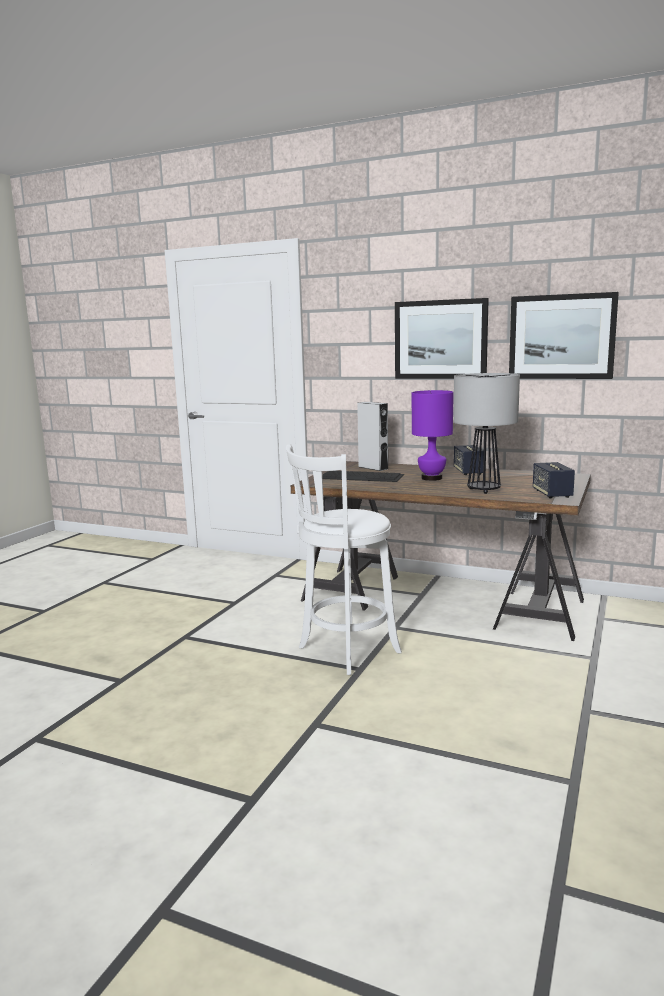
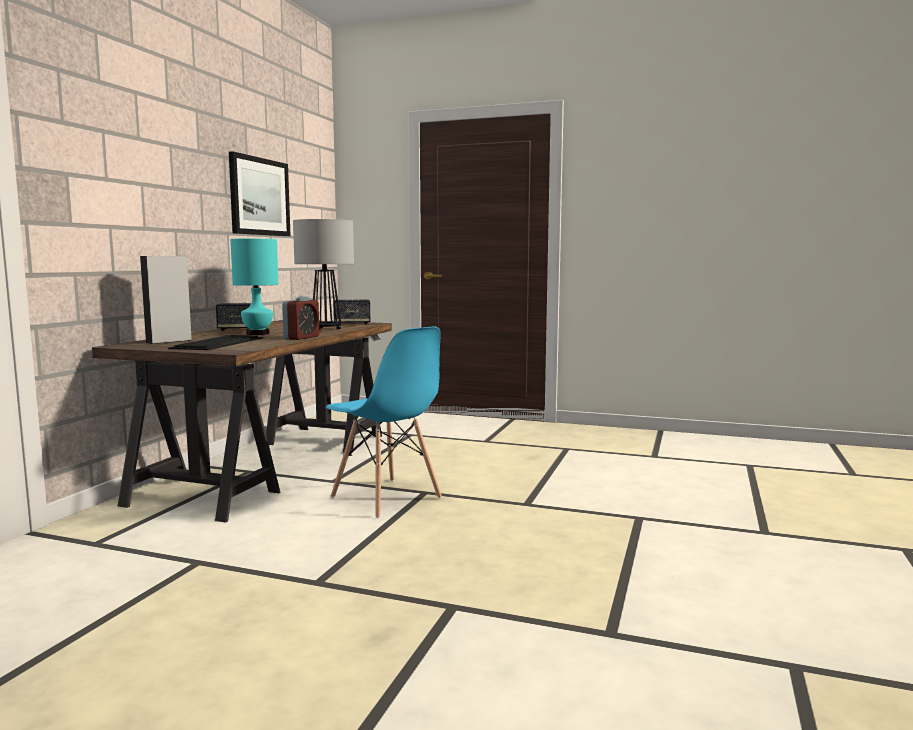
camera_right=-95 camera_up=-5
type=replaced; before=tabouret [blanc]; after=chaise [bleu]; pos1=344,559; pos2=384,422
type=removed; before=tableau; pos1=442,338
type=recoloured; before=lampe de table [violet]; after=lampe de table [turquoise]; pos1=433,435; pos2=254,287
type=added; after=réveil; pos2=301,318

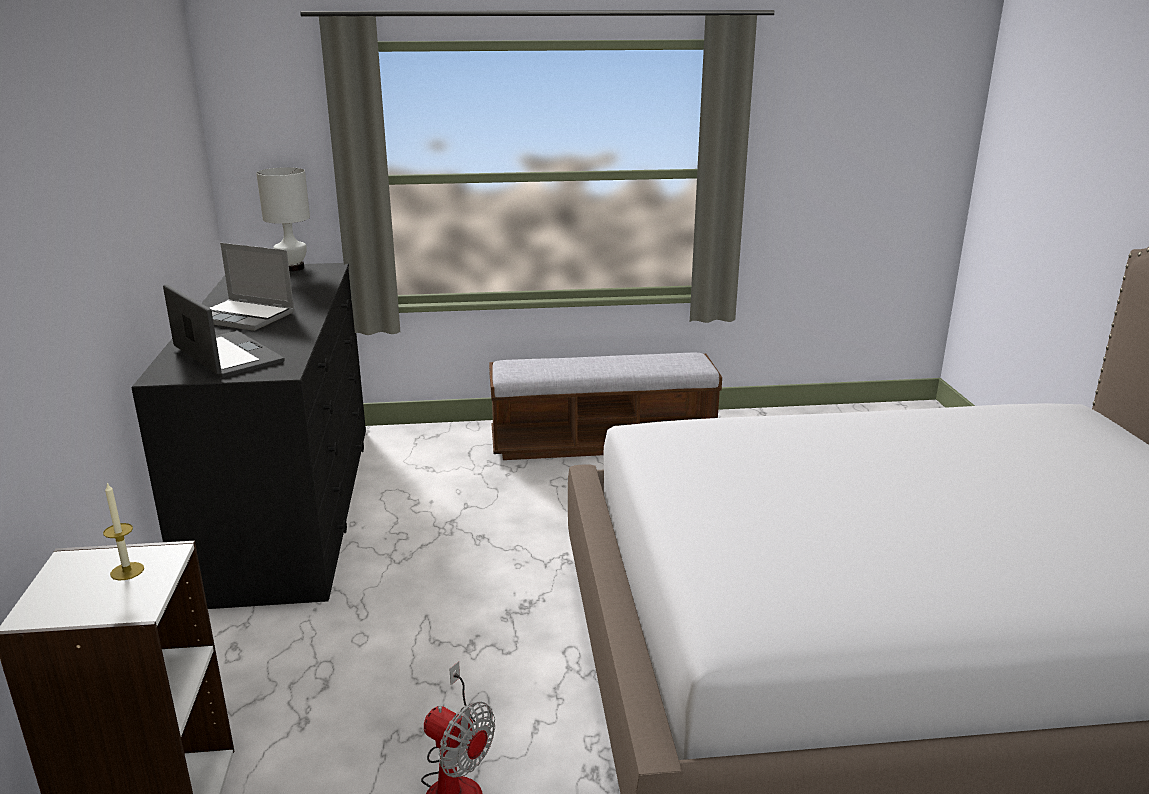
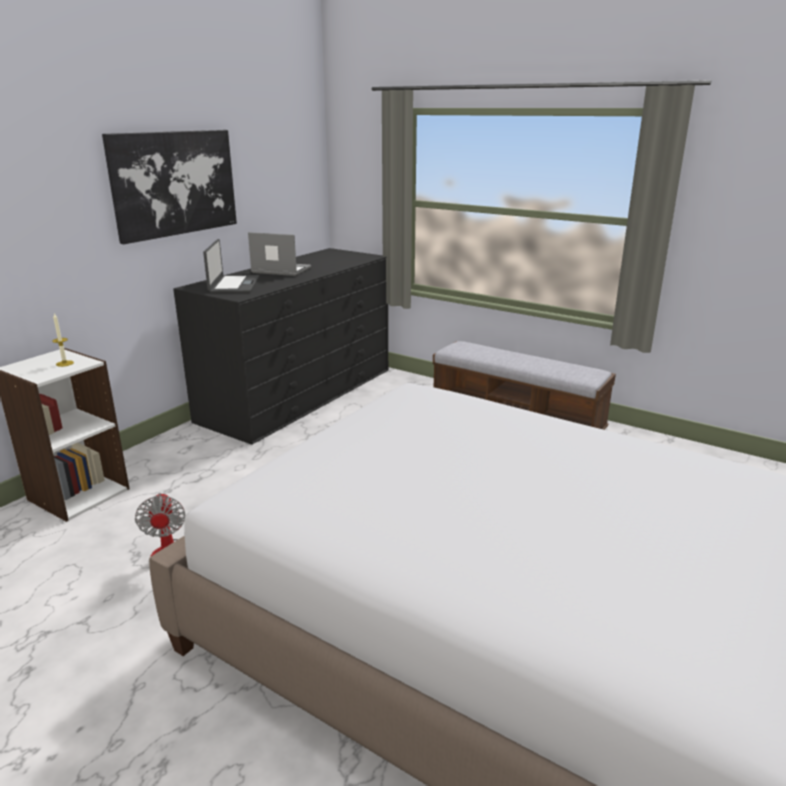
camera_right=40 camera_up=0
type=turned; before=ordinateur portable; pos1=252,287; pos2=279,254; turn=135
type=removed; before=lampe de table [blanc]; pos1=283,219
type=added; after=tableau; pos2=169,187

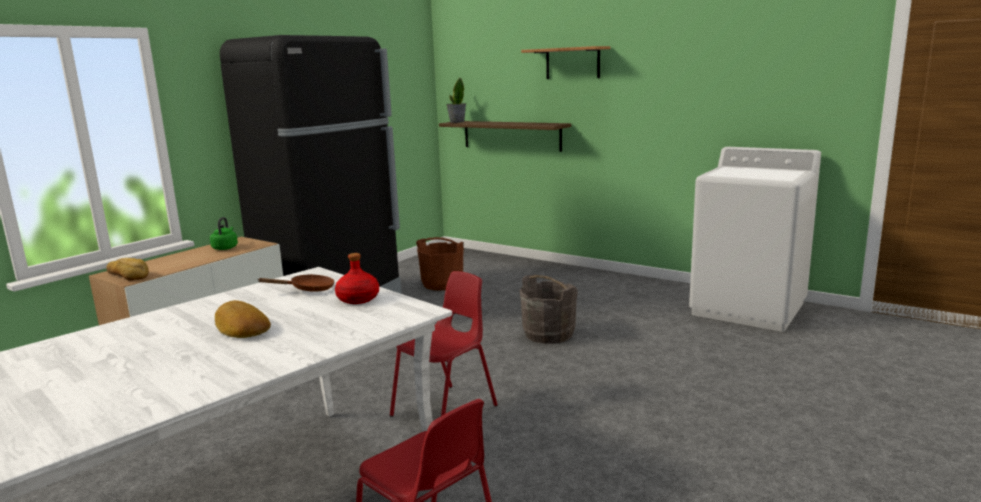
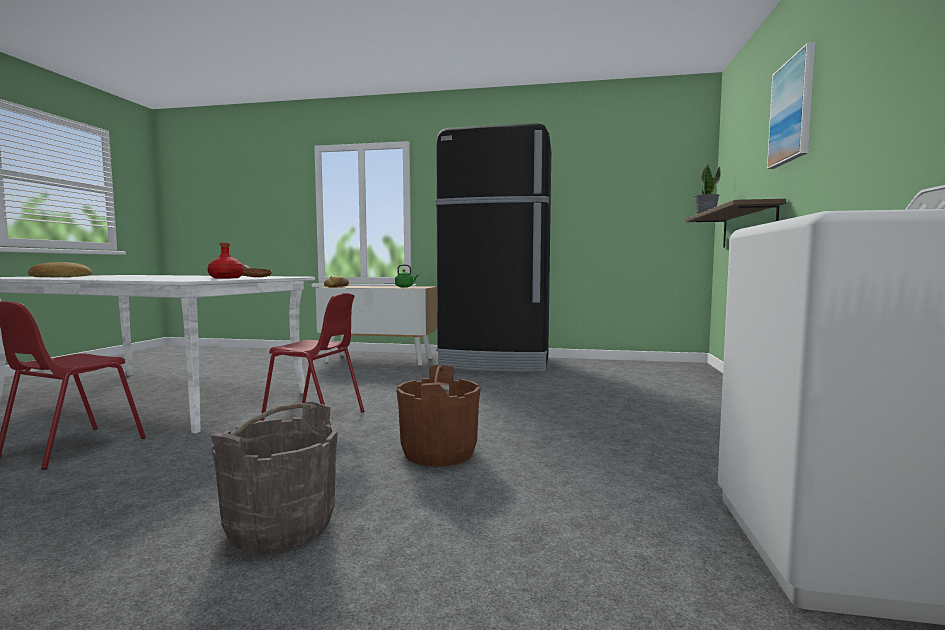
camera_right=65 camera_up=-10
type=moved; before=pain; pos1=243,319; pos2=60,269
type=moved; before=seau [marron]; pos1=440,263; pos2=438,416
type=moved; before=seau [gris]; pos1=548,309; pos2=274,477
type=replaced; before=étagère; after=tableau; pos1=566,62; pos2=791,105

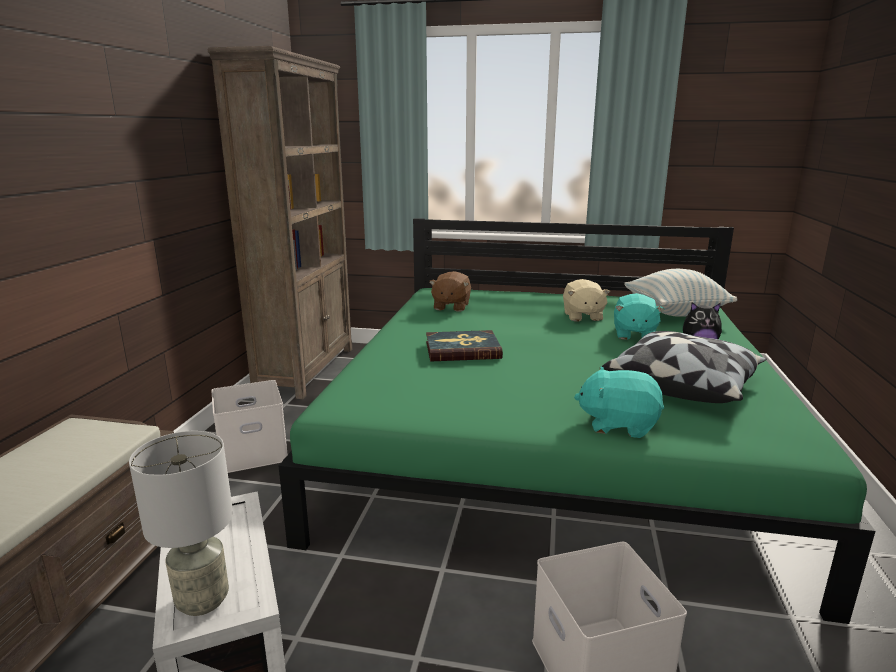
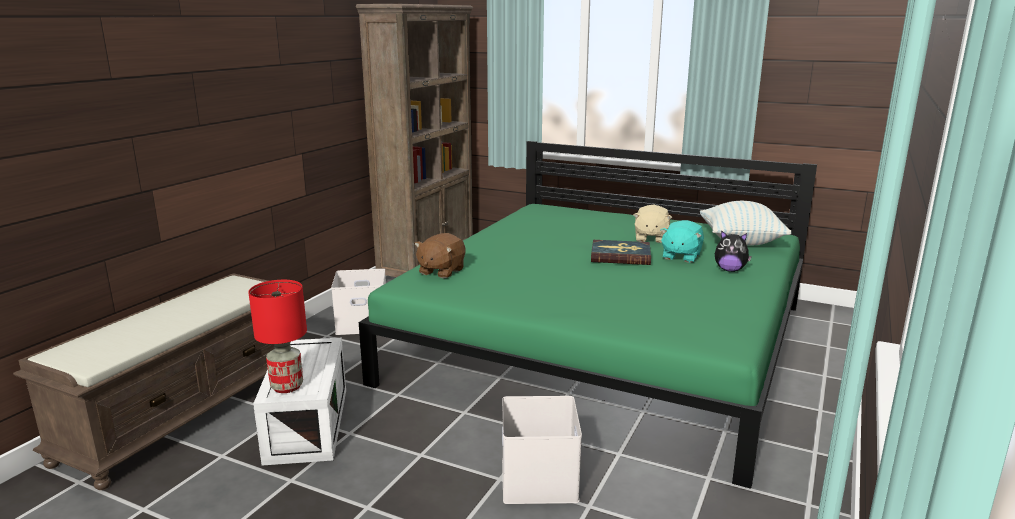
camera_right=15 camera_up=0
type=recoloured; before=lampe de table [gris]; after=lampe de table [rouge]; pos1=181,523; pos2=277,336
type=moved; before=livre; pos1=464,346; pos2=621,252
type=moved; before=peluche [marron]; pos1=450,291; pos2=440,255
type=removed; before=peluche [turquoise]; pos1=619,402
type=removed; before=coussin; pos1=684,367

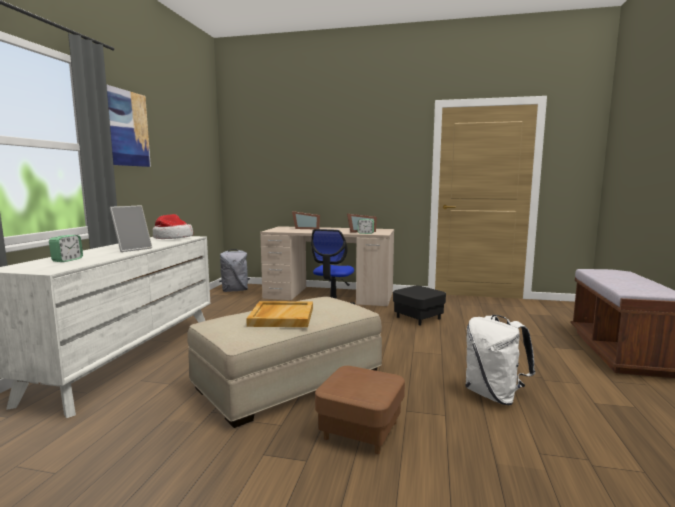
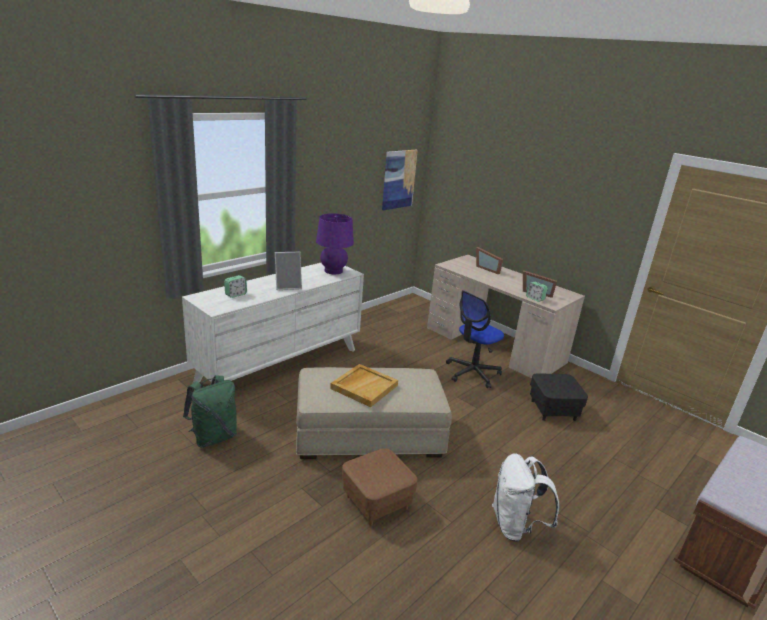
camera_right=30 camera_up=15
type=moved; before=tableau; pos1=128,126; pos2=400,180
type=replaced; before=chapeau; after=lampe de table [violet]; pos1=173,226; pos2=335,243
type=removed; before=sac à dos [gris]; pos1=234,270
type=added; after=sac à dos [vert]; pos2=210,411

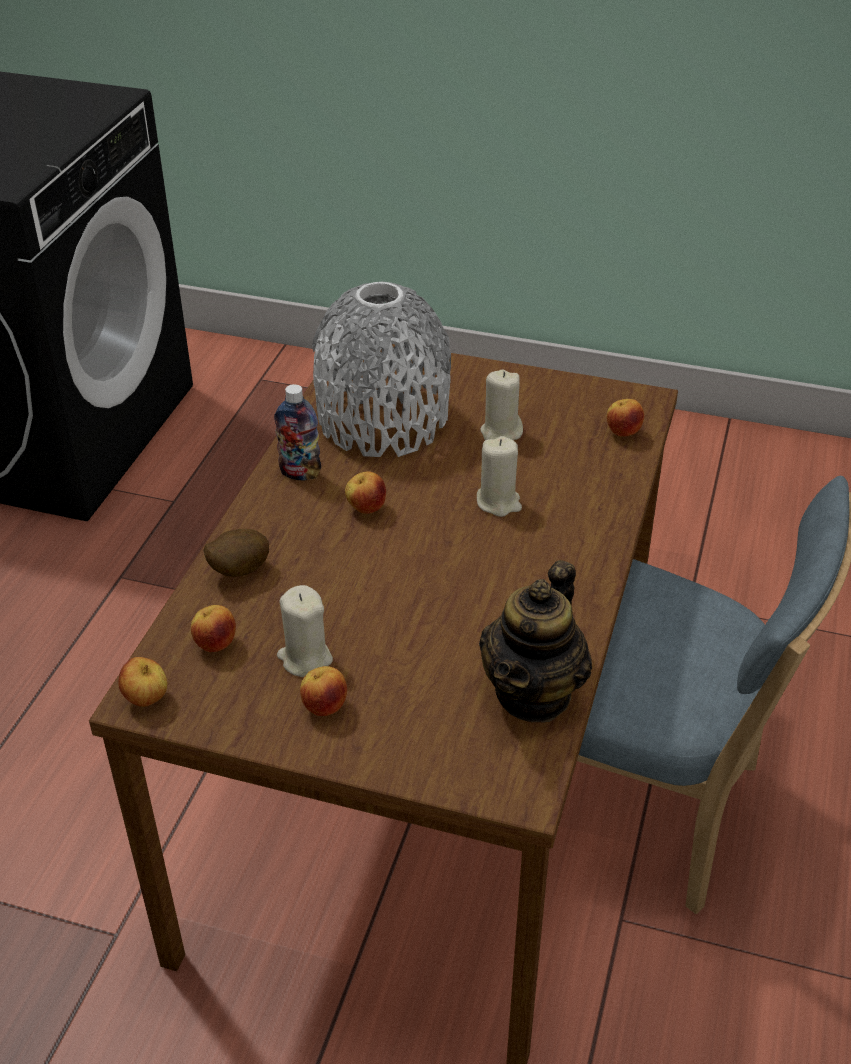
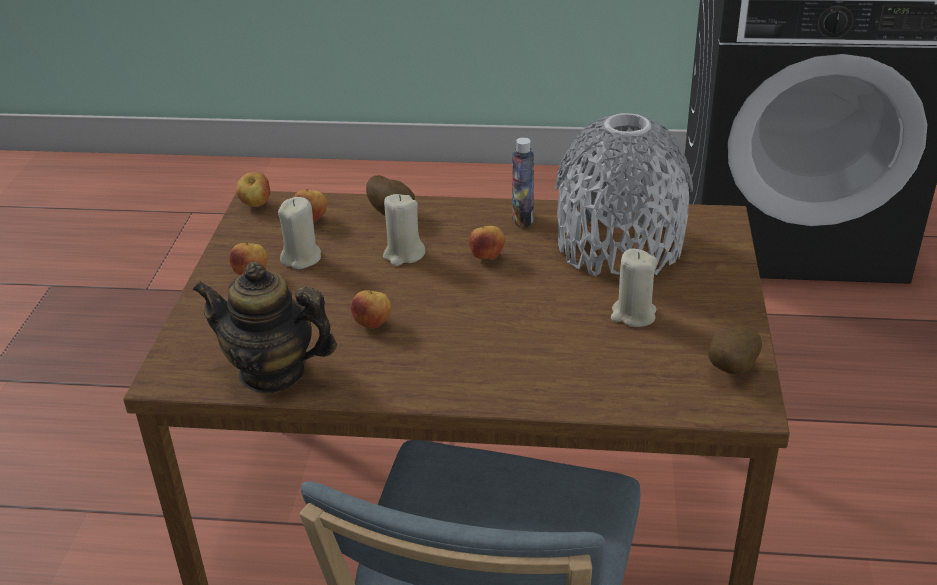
camera_right=80 camera_up=-5
type=moved; before=bougie [beige]; pos1=499,476; pos2=404,230
type=moved; before=pomme; pos1=625,418; pos2=371,309
type=added; after=pomme de terre; pos2=735,350

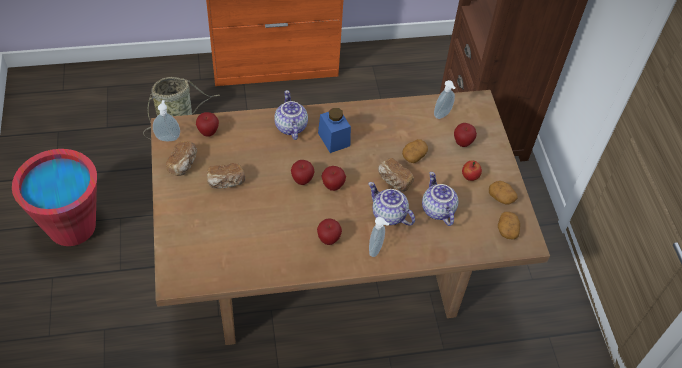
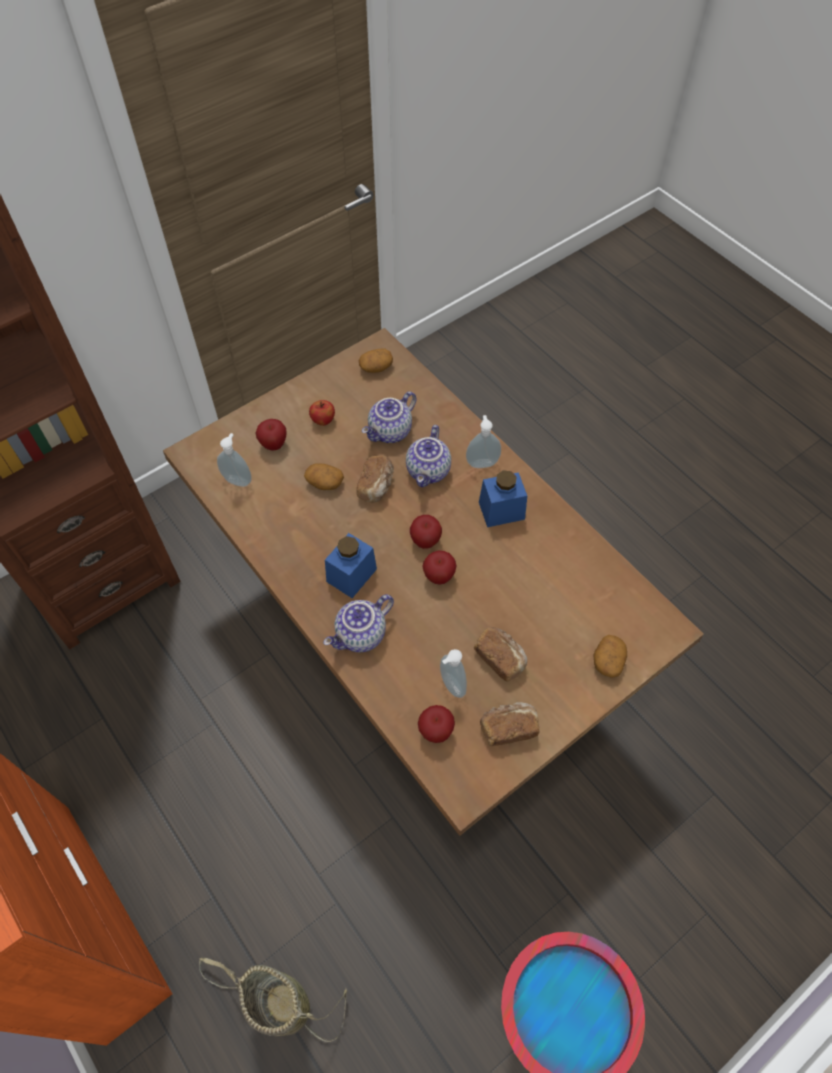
camera_right=-115 camera_up=5
type=moved; before=distributeur de savon; pos1=166,120; pos2=453,673
type=replaced; before=pomme; after=bocal [bleu]; pos1=329,231; pos2=503,498
type=moved; before=pomme de terre; pos1=503,192; pos2=610,656

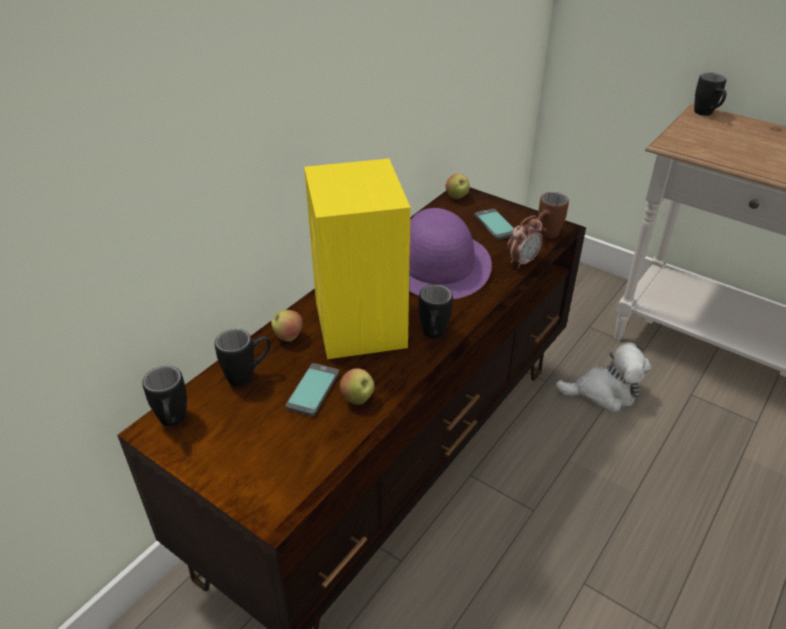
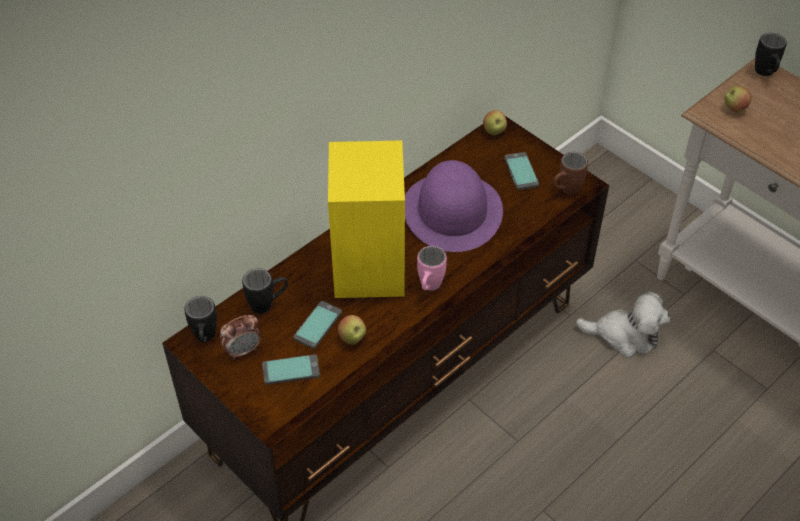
camera_right=10 camera_up=10
type=moved; before=pomme; pos1=287,326; pos2=738,99
type=recoloured; before=mug [noir]; after=mug [rose]; pos1=436,312; pos2=432,268
type=moved; before=réveil; pos1=525,241; pos2=240,337
type=added; after=téléphone; pos2=291,369

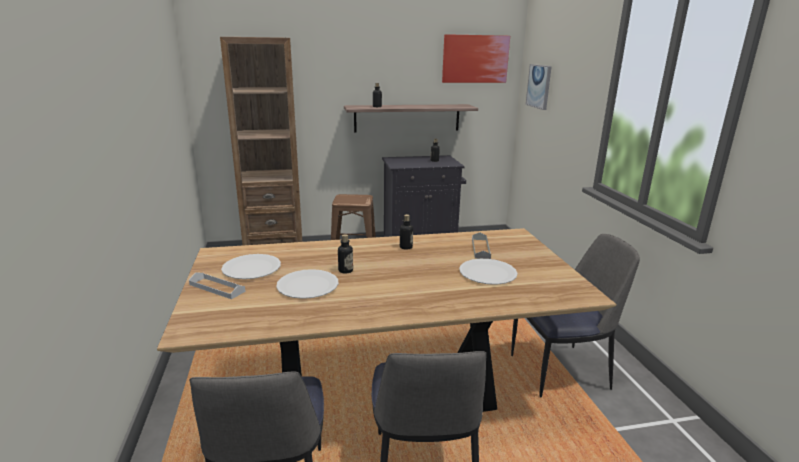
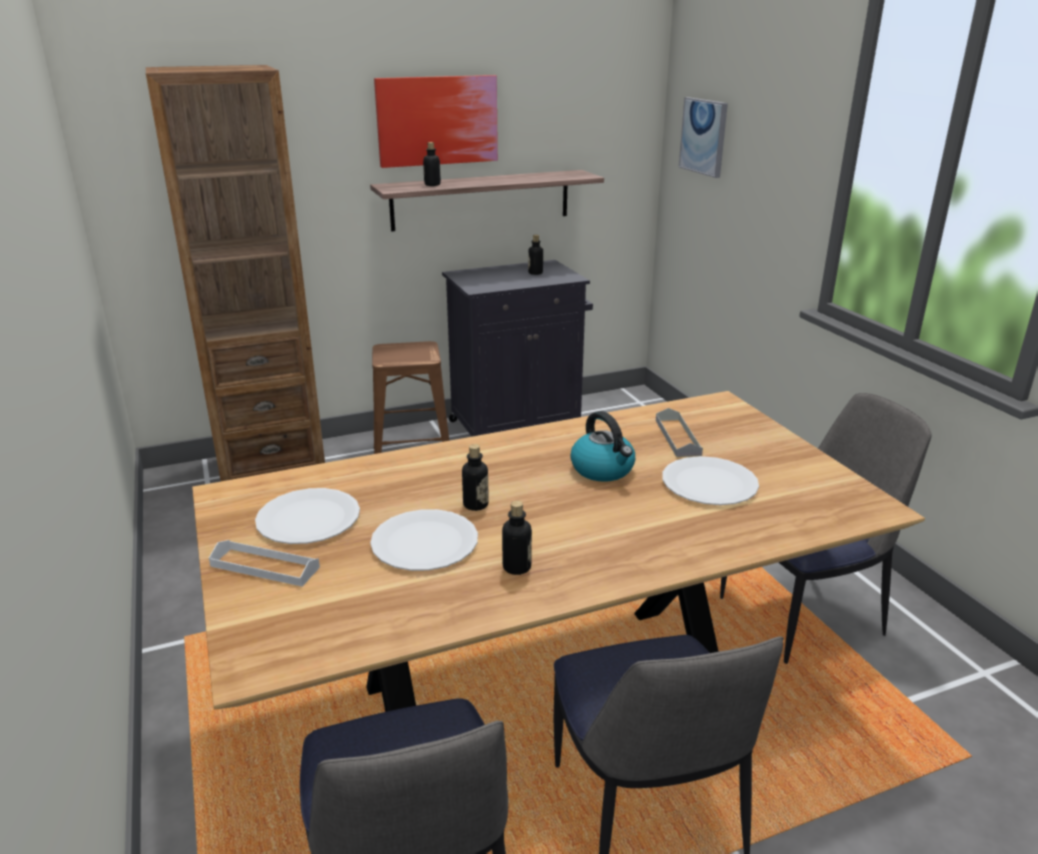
camera_right=-10 camera_up=5
type=moved; before=bouteille; pos1=406,232; pos2=517,538
type=moved; before=tableau; pos1=476,58; pos2=436,121
type=added; after=bouilloire; pos2=603,446

